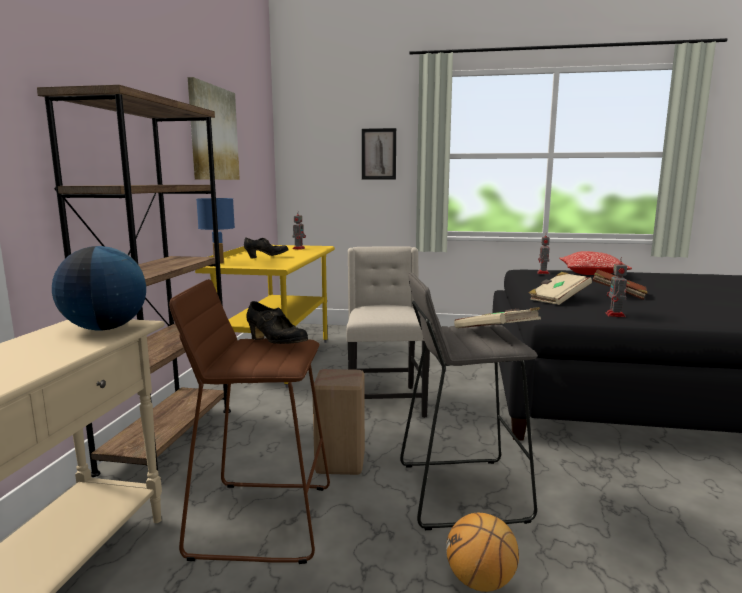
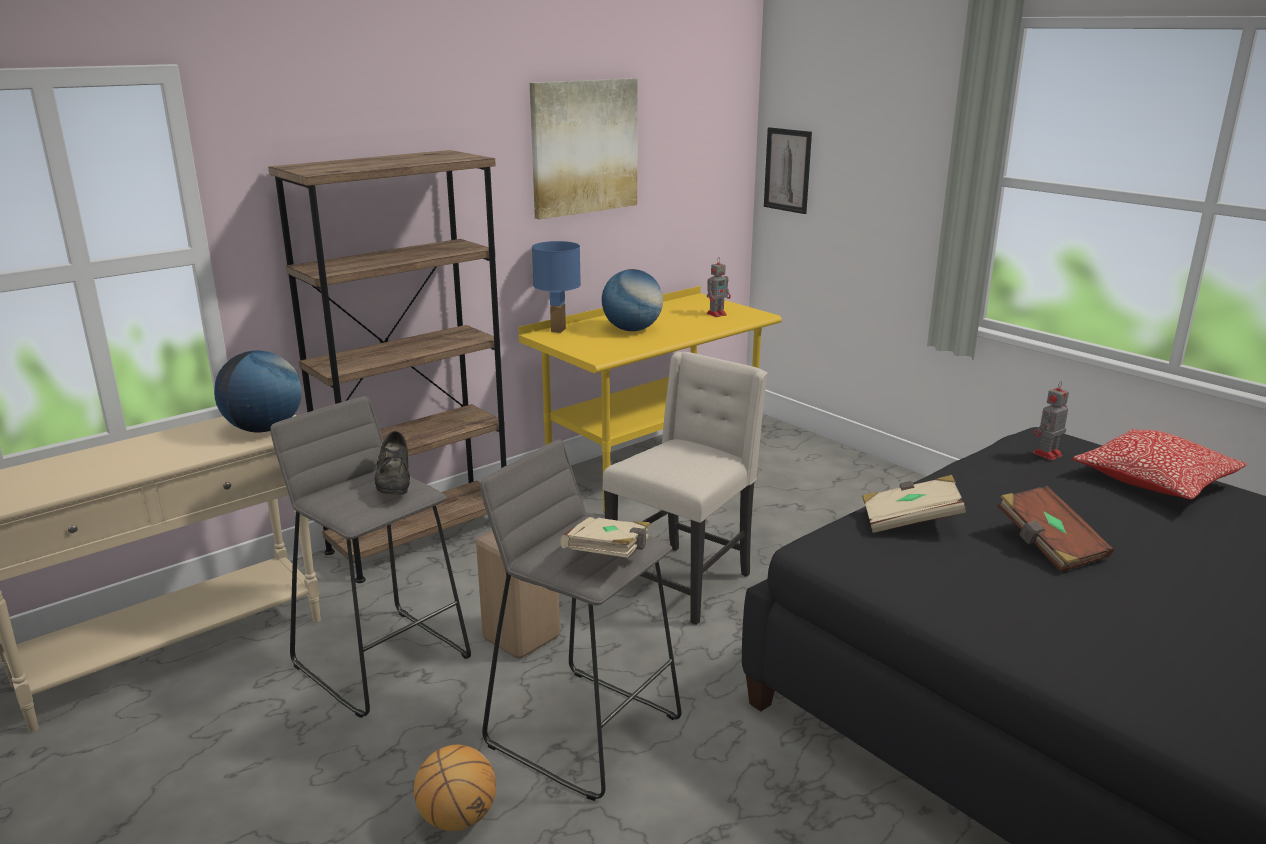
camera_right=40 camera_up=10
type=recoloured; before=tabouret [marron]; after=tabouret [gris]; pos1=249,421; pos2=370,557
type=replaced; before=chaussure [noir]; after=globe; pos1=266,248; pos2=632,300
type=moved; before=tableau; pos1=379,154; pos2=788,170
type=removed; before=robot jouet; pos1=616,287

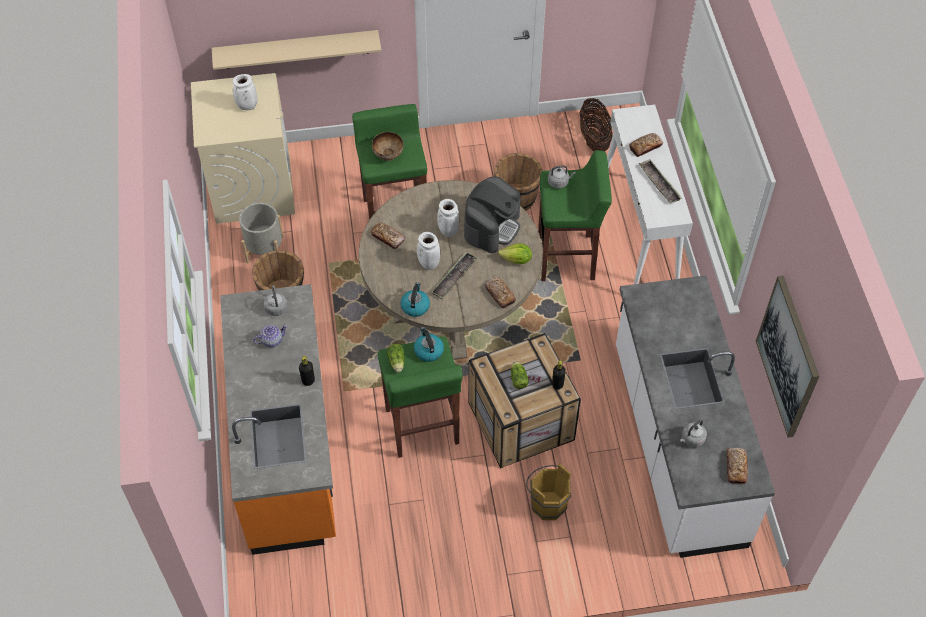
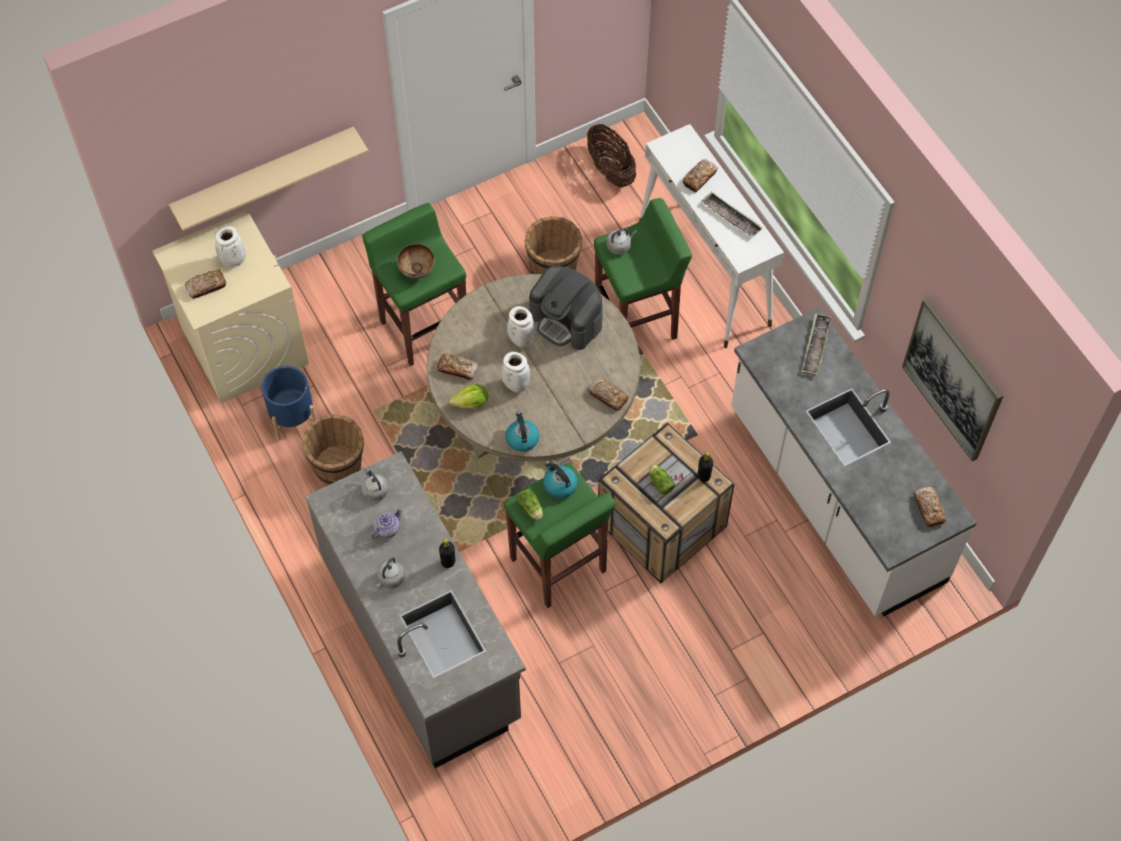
camera_right=-20 camera_up=5
type=recoloured; before=comptoir de cuisine [orange]; after=comptoir de cuisine [gris]; pos1=278,419; pos2=415,609
type=recoloured; before=cache-pot [gris]; after=cache-pot [bleu]; pos1=261,233; pos2=289,403
type=moved; before=plateau; pos1=454,275; pos2=817,344
type=turned; before=machine à café; pos1=492,214; pos2=566,308; turn=120
type=moved; before=laitue; pos1=515,254; pos2=468,396
type=removed; before=seau [marron]; pos1=548,491
type=moved; before=bouilloire [gris]; pos1=693,433; pos2=390,572
type=added; after=pain; pos2=205,284

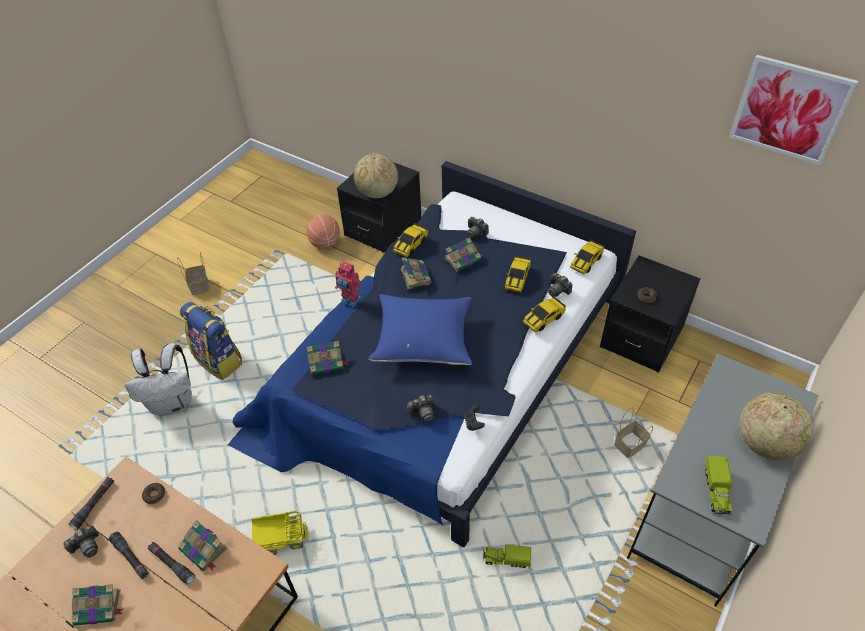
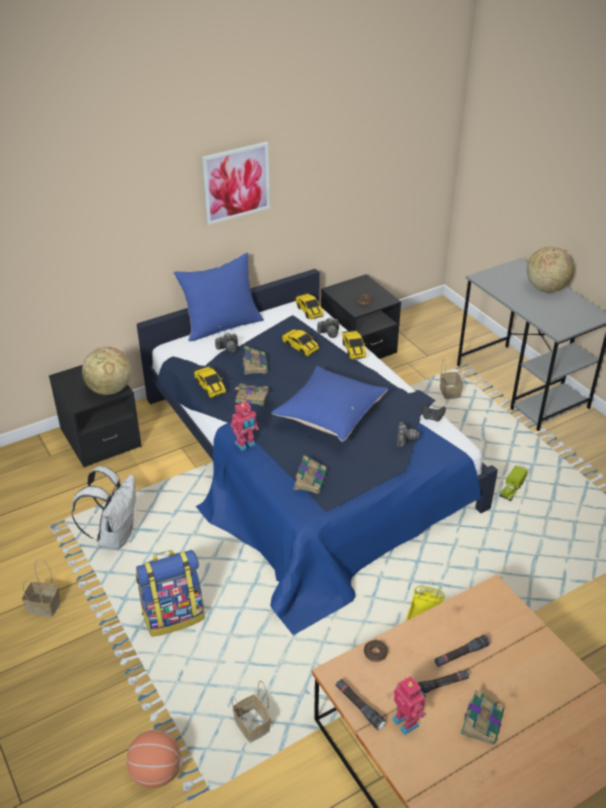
camera_right=-65 camera_up=-10
type=replaced; before=appareil photo; after=robot jouet; pos1=81,541; pos2=409,705
type=moved; before=sac à dos [blanc]; pos1=158,379; pos2=104,508
type=removed; before=livre; pos1=203,545
type=moved; before=ballon de basket; pos1=323,232; pos2=154,759
type=removed; before=camion jouet; pos1=718,485
type=moved; before=tableau; pos1=793,110; pos2=236,183
type=added; after=coussin [bleu]; pos2=219,297
type=added; after=panier; pos2=251,712

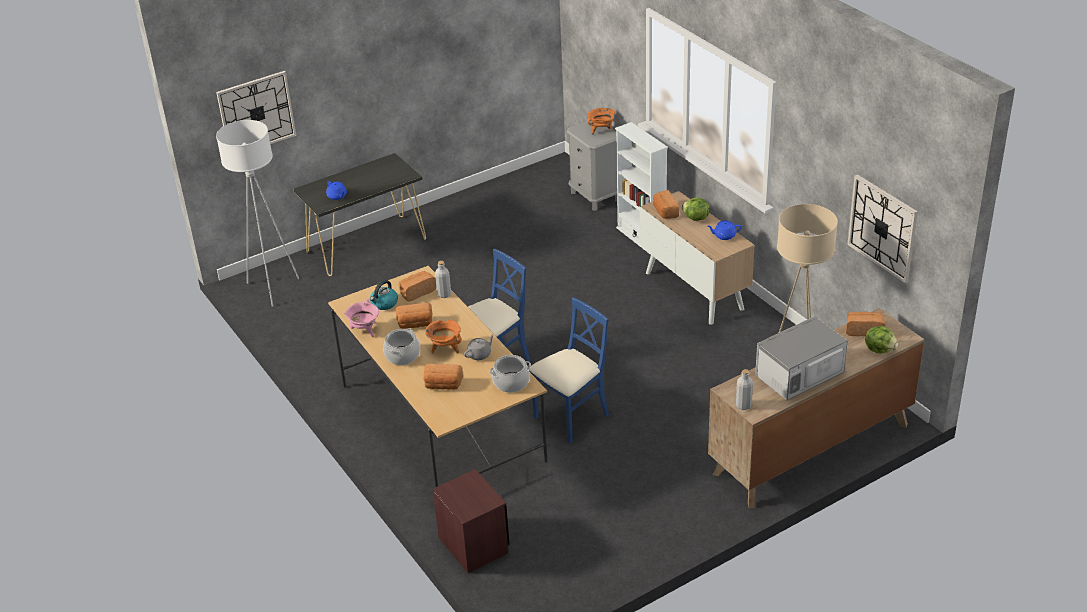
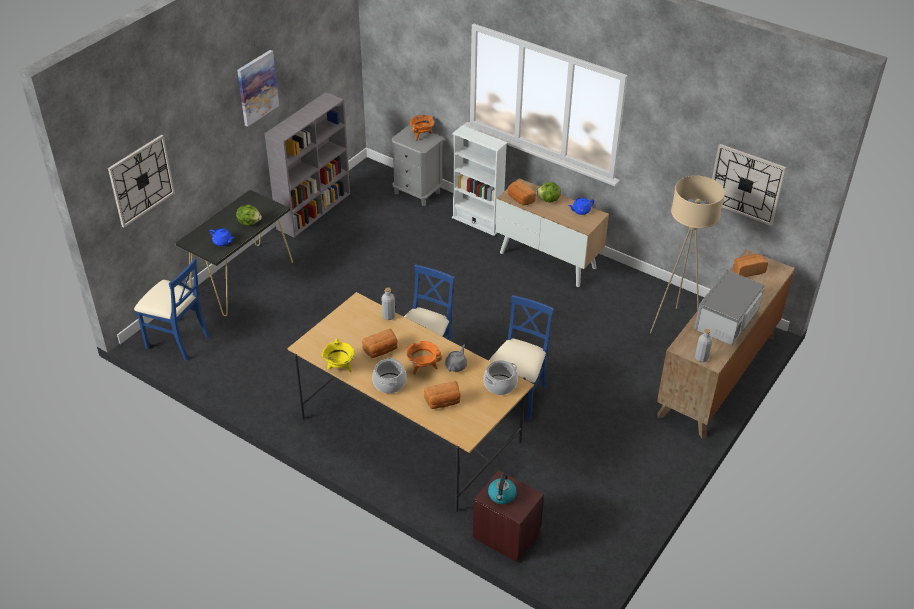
camera_right=-25 camera_up=5
type=replaced; before=lampadaire [blanc]; after=chaise [bleu]; pos1=257,213; pos2=172,309
type=recoloured; before=marmite [rose]; after=marmite [jaune]; pos1=361,318; pos2=338,355
type=moved; before=bouilloire; pos1=384,295; pos2=502,488
type=removed; before=pain; pos1=417,286
type=moved; before=laitue; pos1=881,340; pos2=249,215
type=added; after=tableau; pos2=258,88
type=added; after=bibliothèque [gris]; pos2=307,165

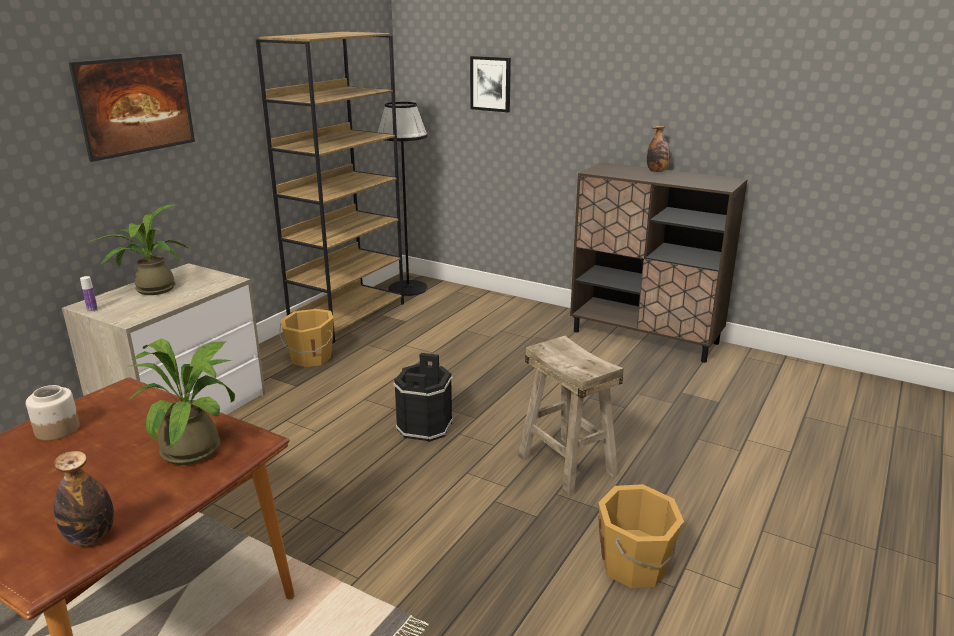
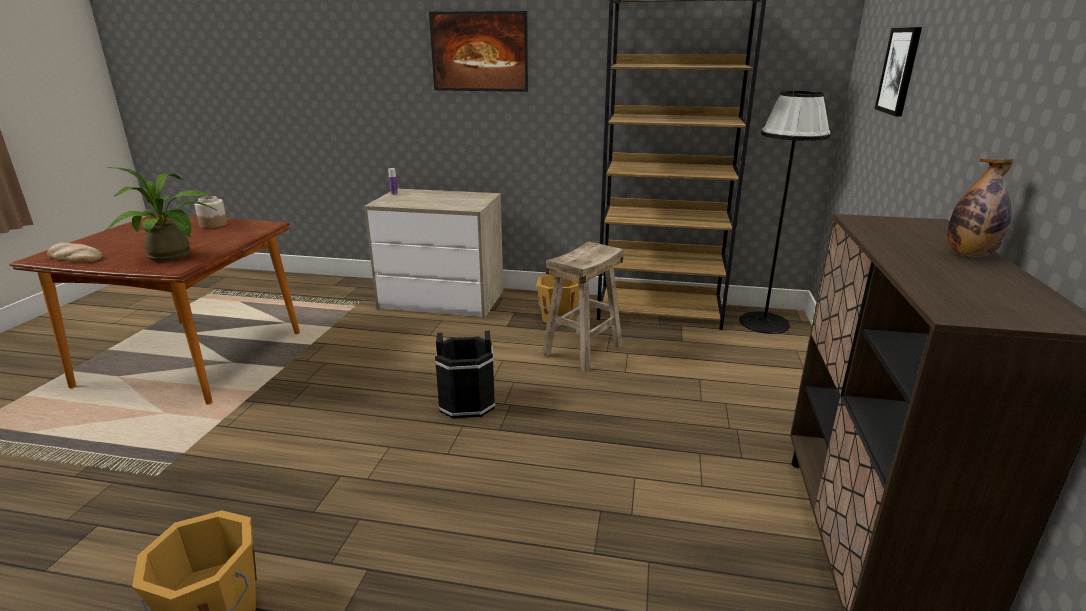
camera_right=70 camera_up=0
type=replaced; before=bouteille; after=pain; pos1=84,498; pos2=75,252
type=removed; before=plante en pot; pos1=139,249
type=moved; before=tabouret [beige]; pos1=571,416; pos2=582,306

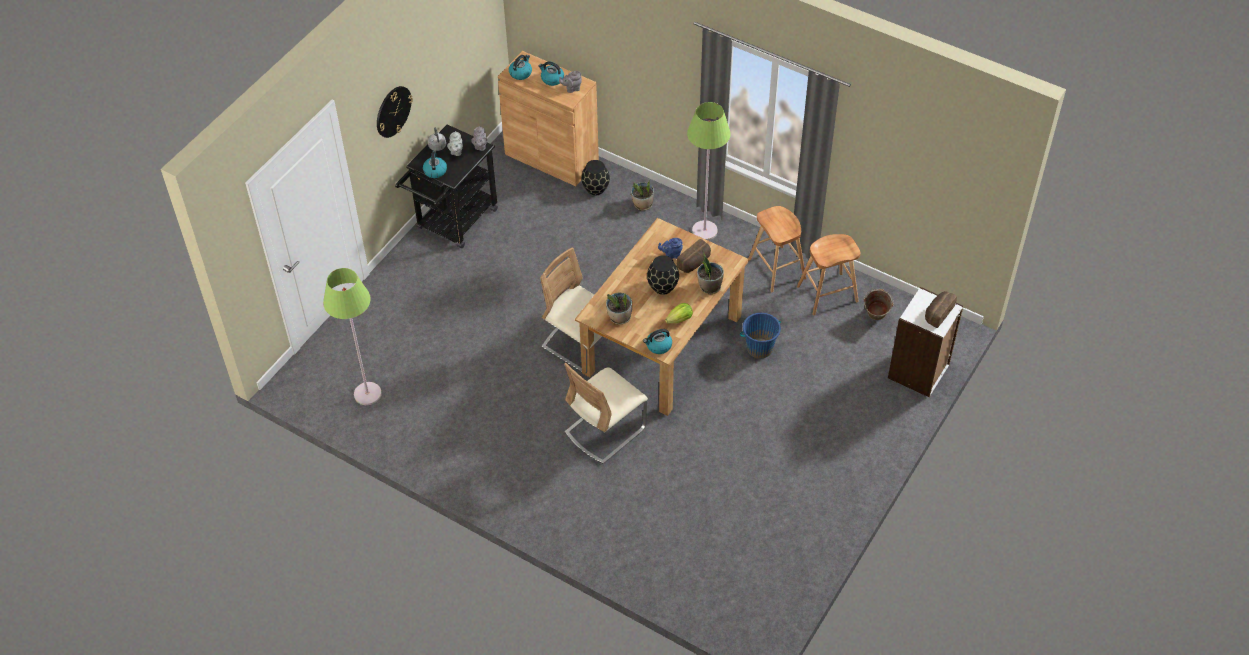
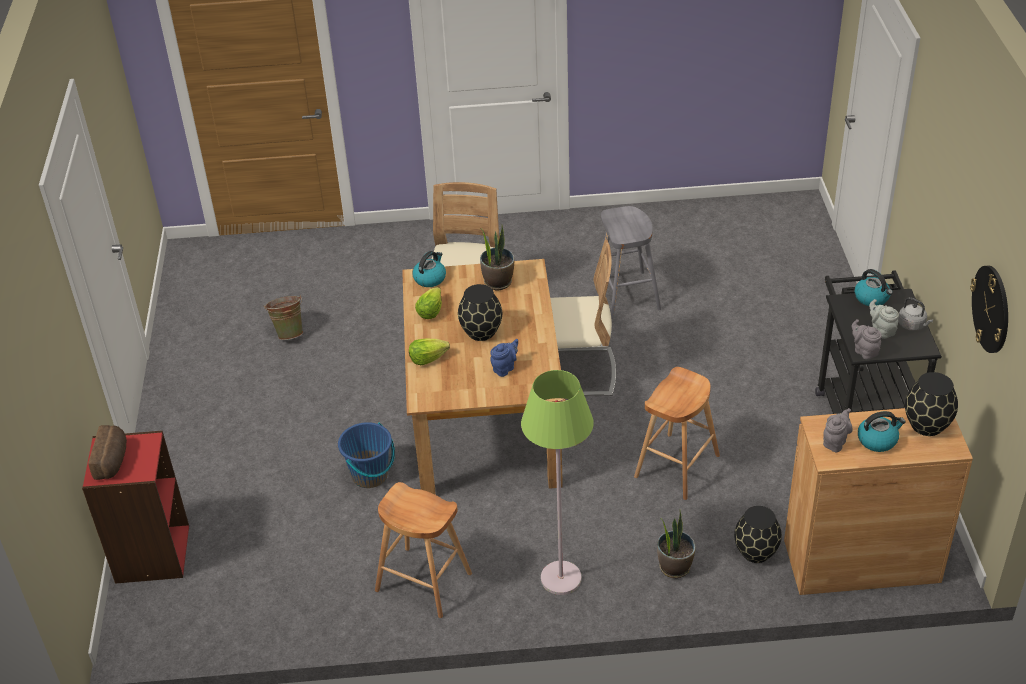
camera_right=145 camera_up=-10
type=removed; before=lampadaire [vert]; pos1=352,336
type=moved; before=horloge murale; pos1=395,112; pos2=989,309
type=replaced; before=bouilloire; after=vase [noir]; pos1=520,67; pos2=931,404
type=removed; before=pain; pos1=694,256
type=replaced; before=plante en pot; after=laitue; pos1=710,272; pos2=429,351
type=moved; before=tabouret [marron]; pos1=829,274; pos2=677,433
type=moved; before=seau [vert]; pos1=879,304; pos2=283,317
type=recoloured; before=bibliothèque [blanc]; after=bibliothèque [rouge]; pos1=925,342; pos2=135,507
type=added; after=tabouret [gris]; pos2=631,262

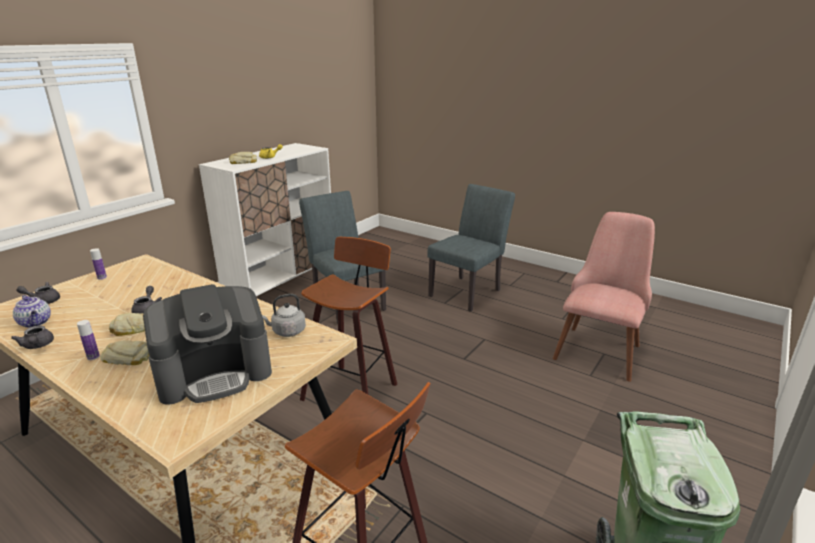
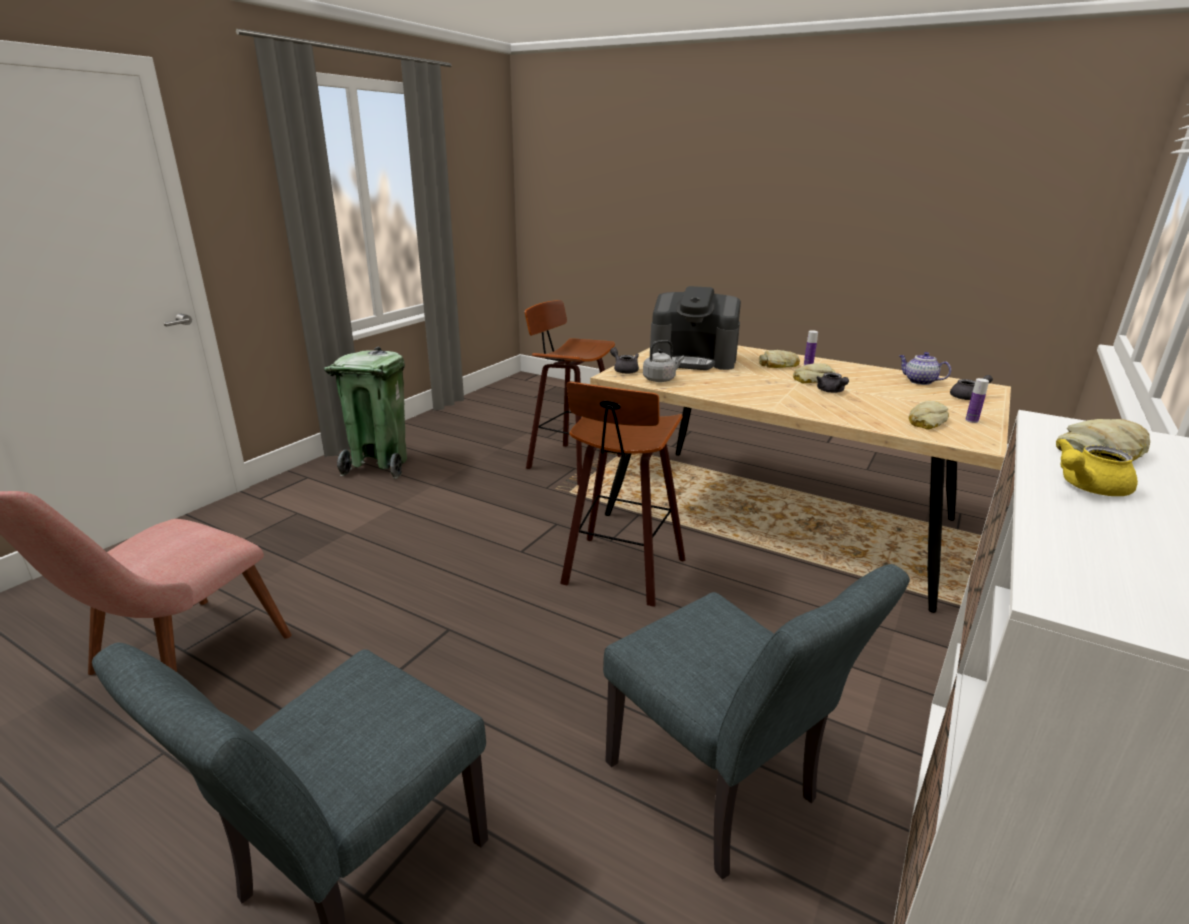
camera_right=175 camera_up=0
type=moved; before=théière [gris]; pos1=32,337; pos2=624,360
type=turned; before=machine à café; pos1=207,344; pos2=695,328; turn=-135
type=added; after=pain; pos2=928,415

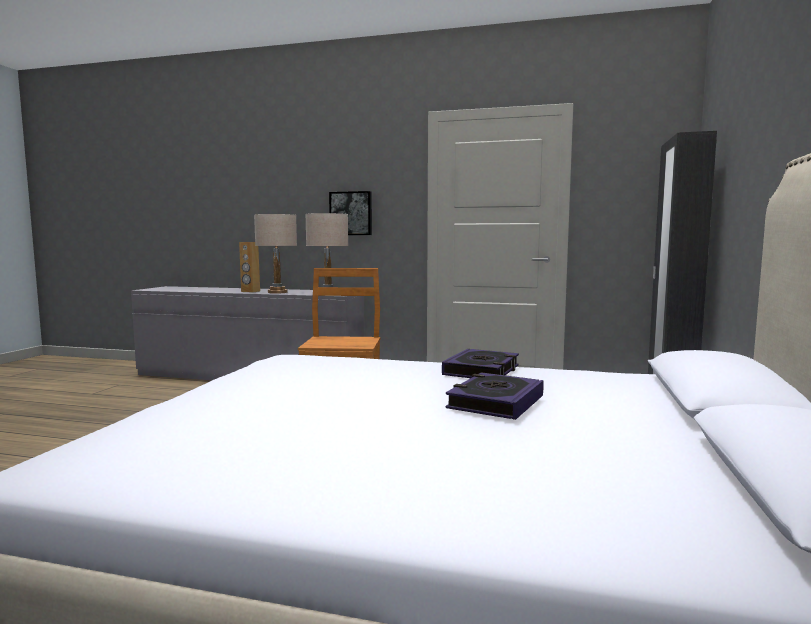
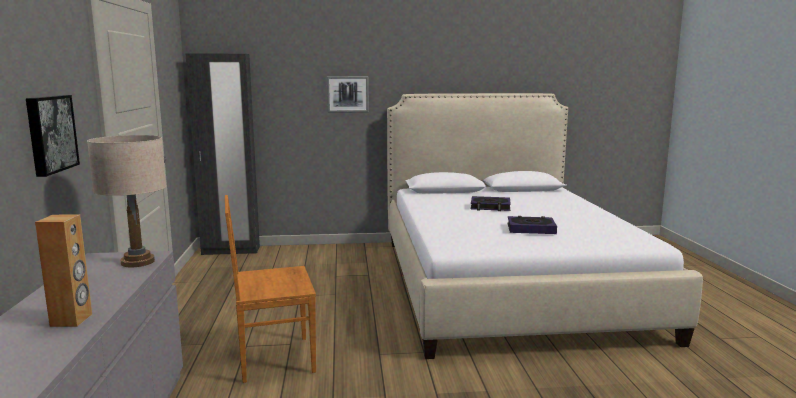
camera_right=-110 camera_up=5
type=removed; before=lampe de table [beige]; pos1=275,254
type=moved; before=livre; pos1=480,363; pos2=532,225
type=added; after=tableau; pos2=348,94

